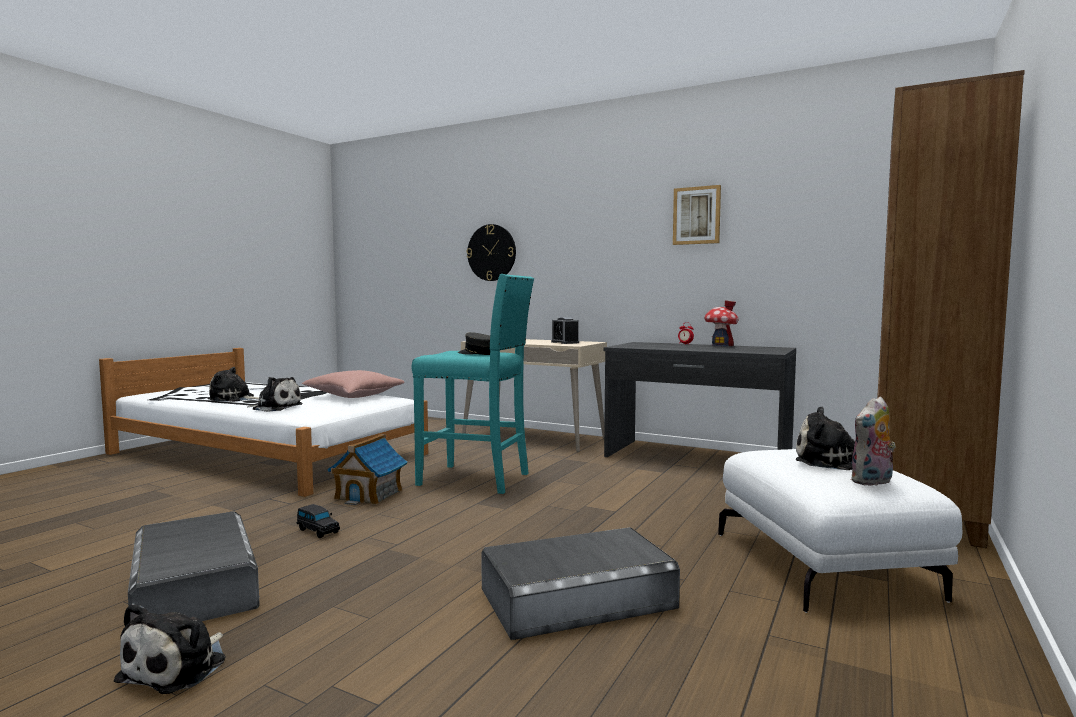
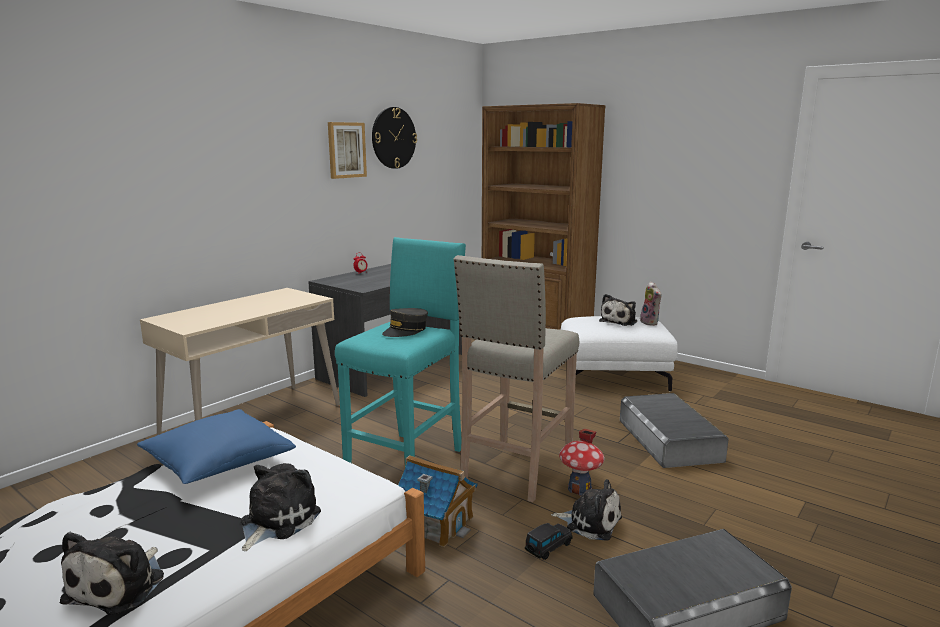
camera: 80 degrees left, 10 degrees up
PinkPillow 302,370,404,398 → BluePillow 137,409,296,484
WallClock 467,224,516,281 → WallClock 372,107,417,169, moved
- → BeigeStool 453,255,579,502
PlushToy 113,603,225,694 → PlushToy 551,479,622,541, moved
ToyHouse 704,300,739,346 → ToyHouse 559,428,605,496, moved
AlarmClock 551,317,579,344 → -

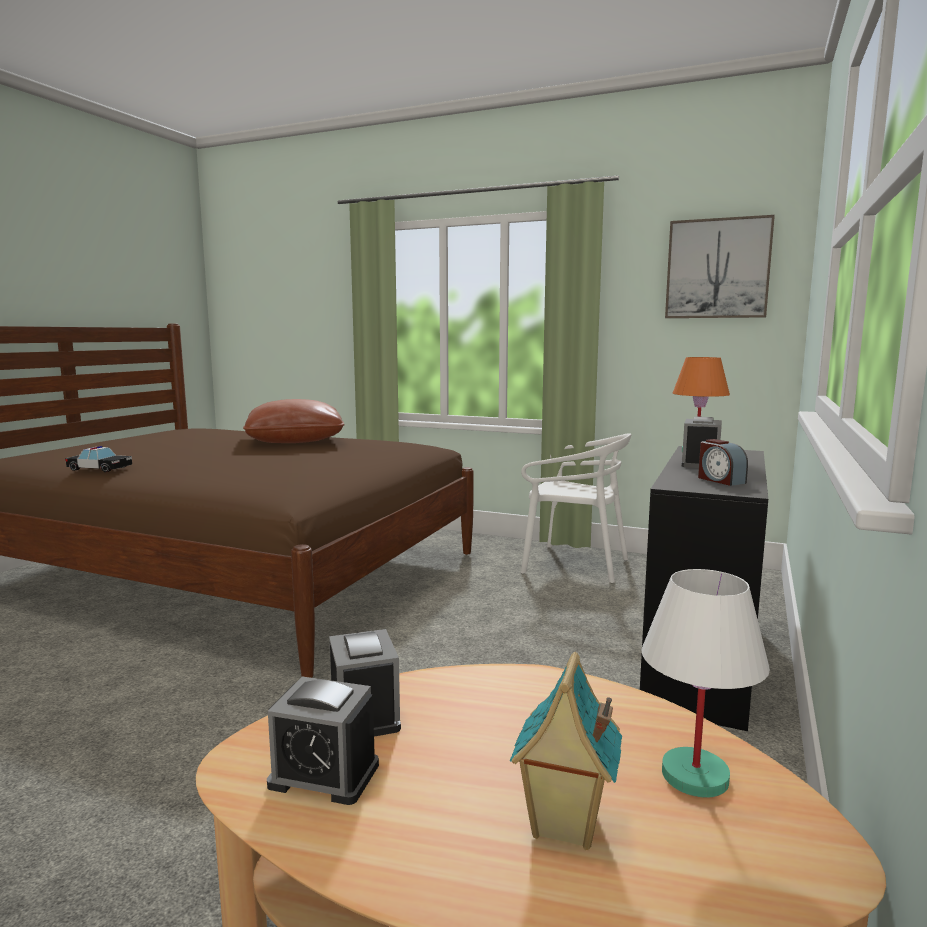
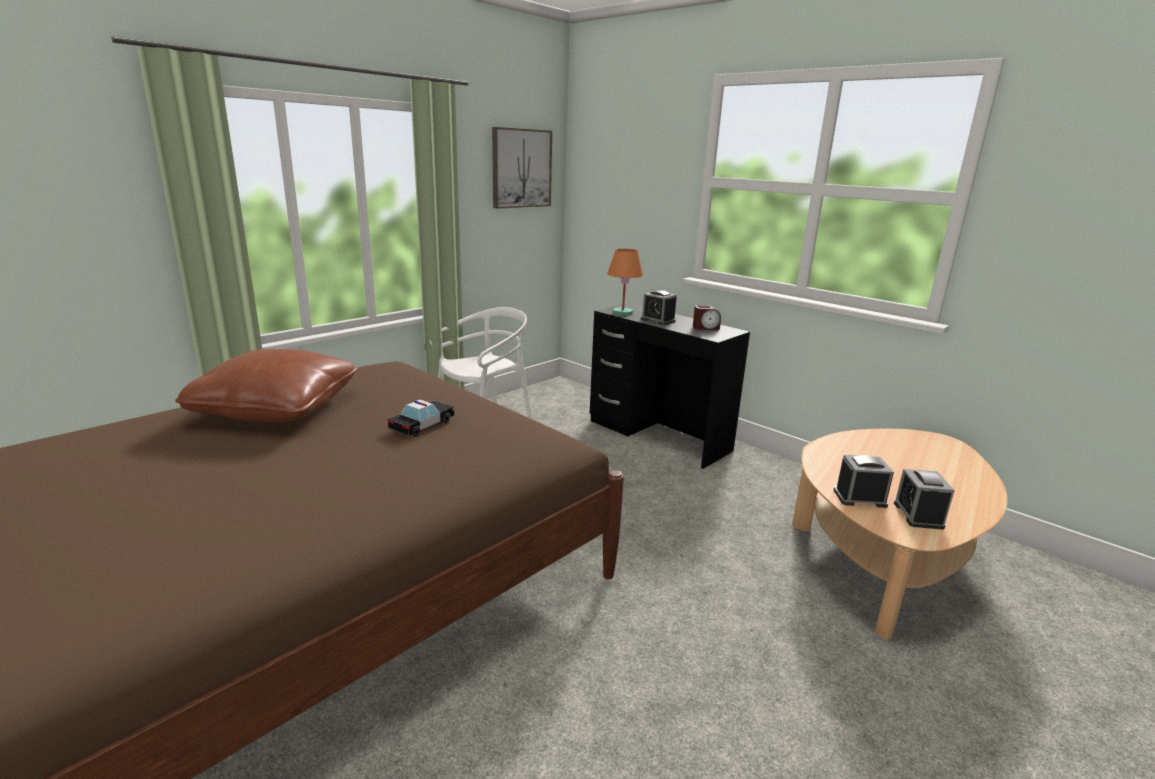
camera: 70 degrees left, 10 degrees up
ToyCar 65,446,132,472 → ToyCar 388,400,454,436, moved
AlarmClock 267,676,379,805 → AlarmClock 894,469,955,529, 150 degrees clockwise
ToyHouse 510,652,622,850 → -
WhiteTableLamp 641,569,770,798 → -

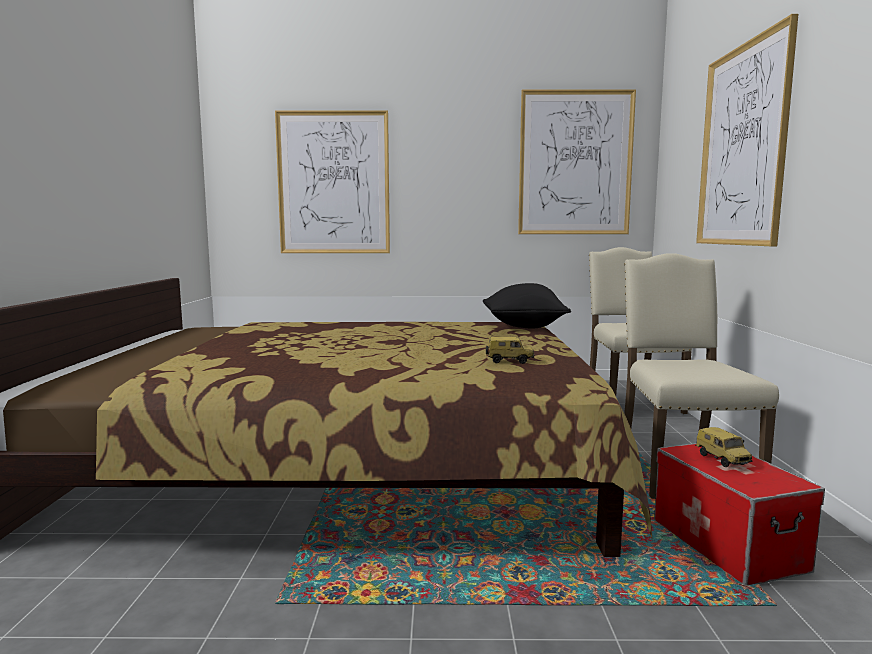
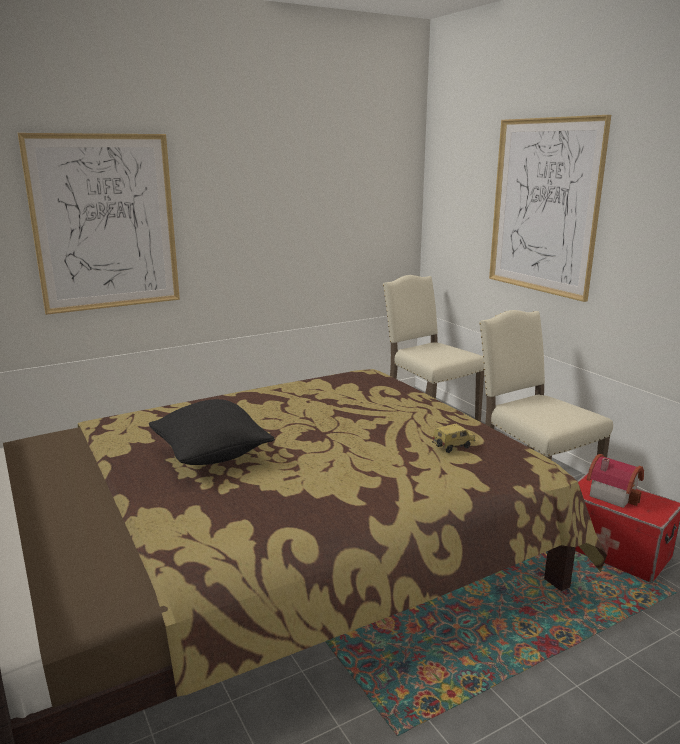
camera: 30 degrees left, 10 degrees up
BlackPillow 483,283,571,328 → BlackPillow 149,399,275,465, moved
ToyCar 695,427,753,467 → ToyHouse 587,454,644,508
Picture 518,89,636,234 → -

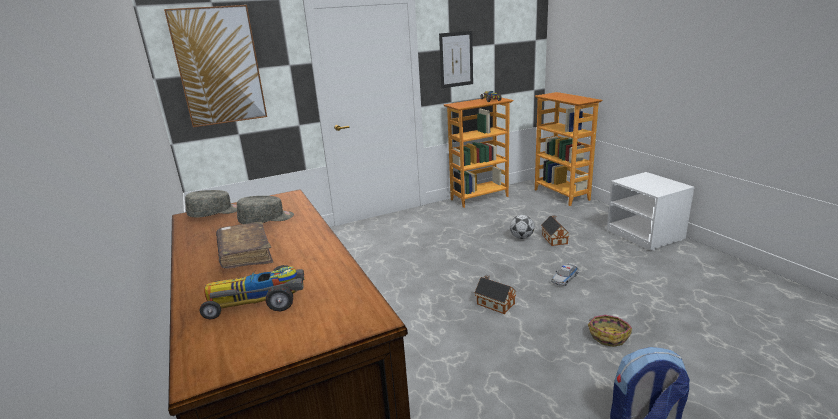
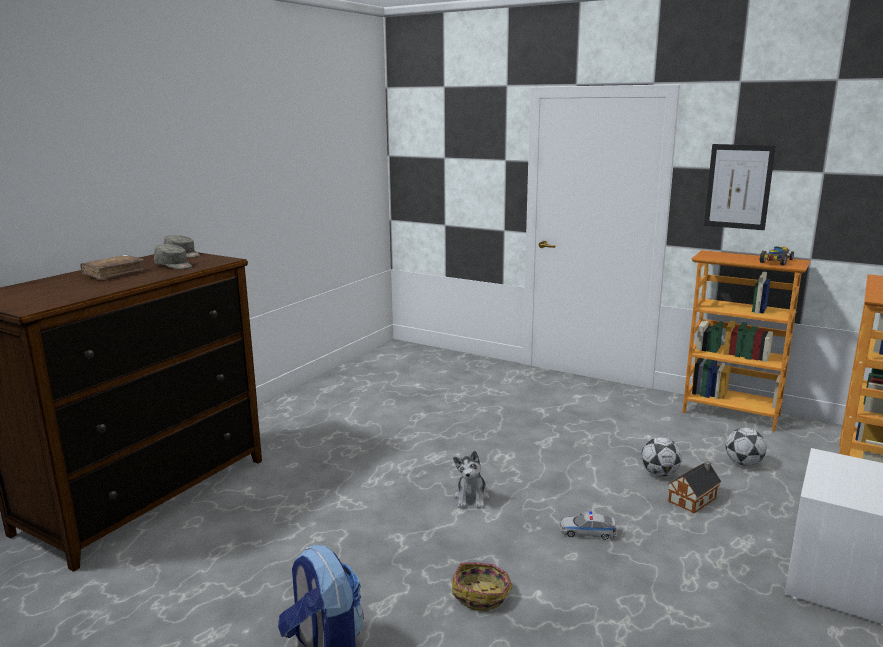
camera: 55 degrees right, 5 degrees down
ToyHouse 475,274,517,314 → PlushToy 453,451,489,509
- → Football 726,428,767,466
Picture 164,5,267,127 → -
ToyCar 199,265,304,319 → -

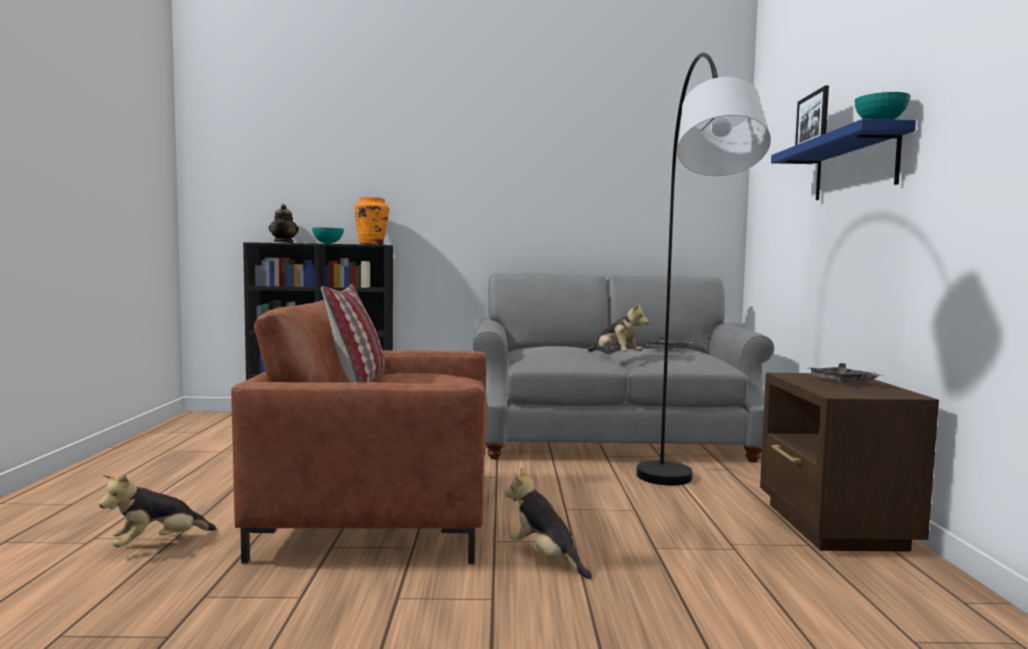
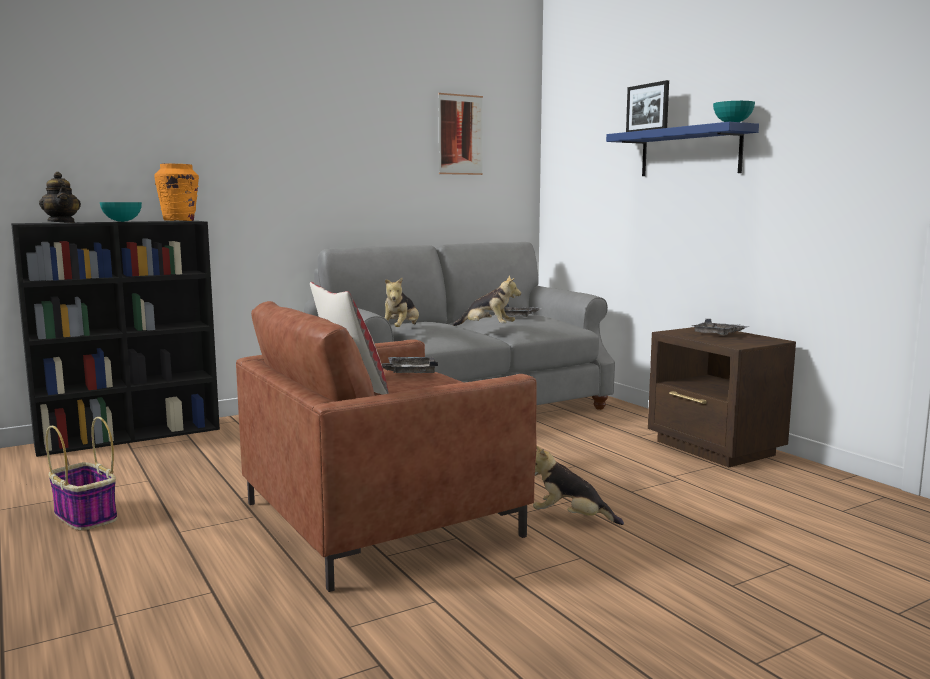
camera: 30 degrees left, 5 degrees up
- → Basket 45,417,117,531
- → GreyTray 381,357,438,373
PlushToy 99,474,217,547 → PlushToy 385,277,419,327, moved
- → Picture 438,93,483,175
GreyFloorLamp 636,53,771,486 → -

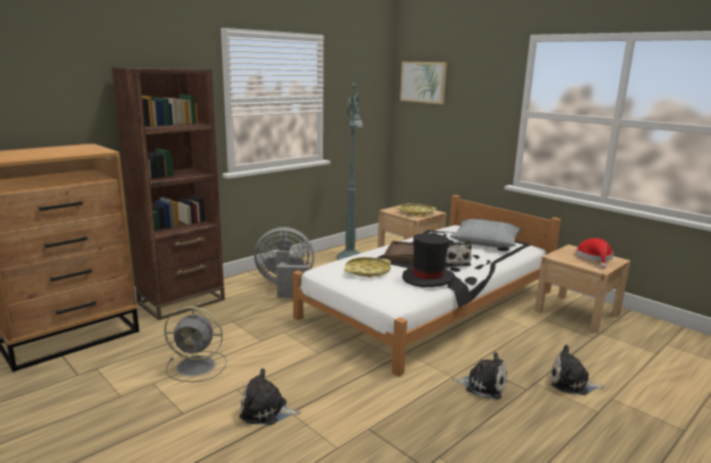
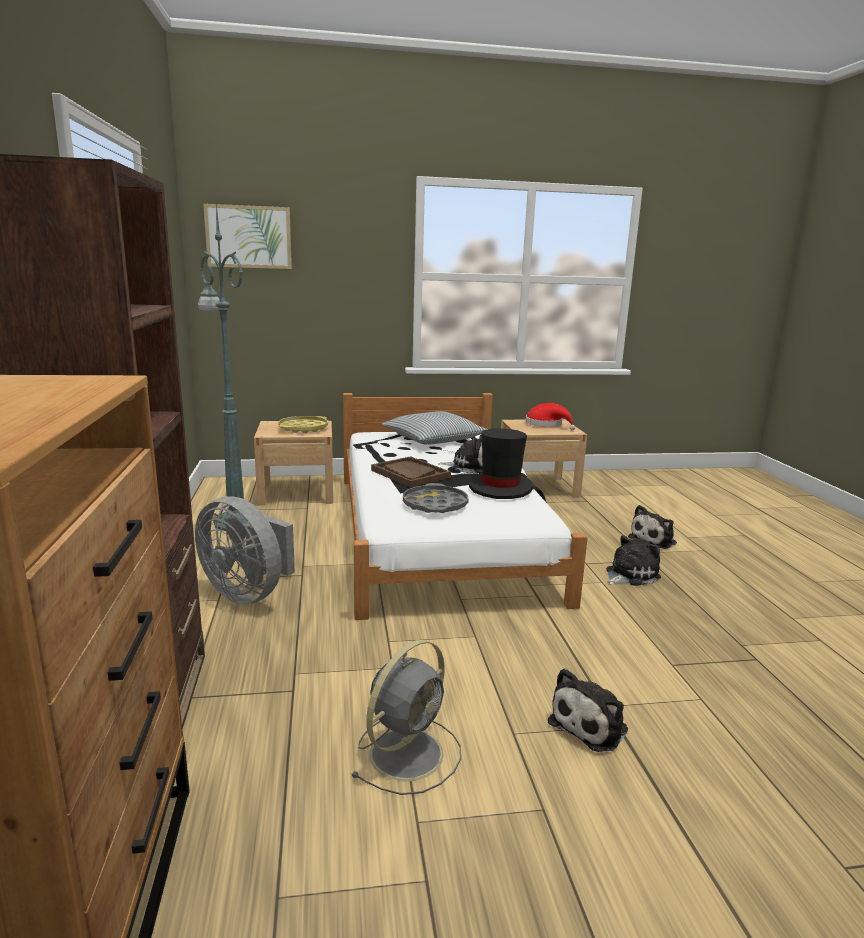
camera: 55 degrees left, 0 degrees up
GreyFan 254,227,314,298 → GreyFan 195,496,295,604, 90 degrees counterclockwise
YellowTray 344,257,391,278 → GreyTray 403,483,469,513

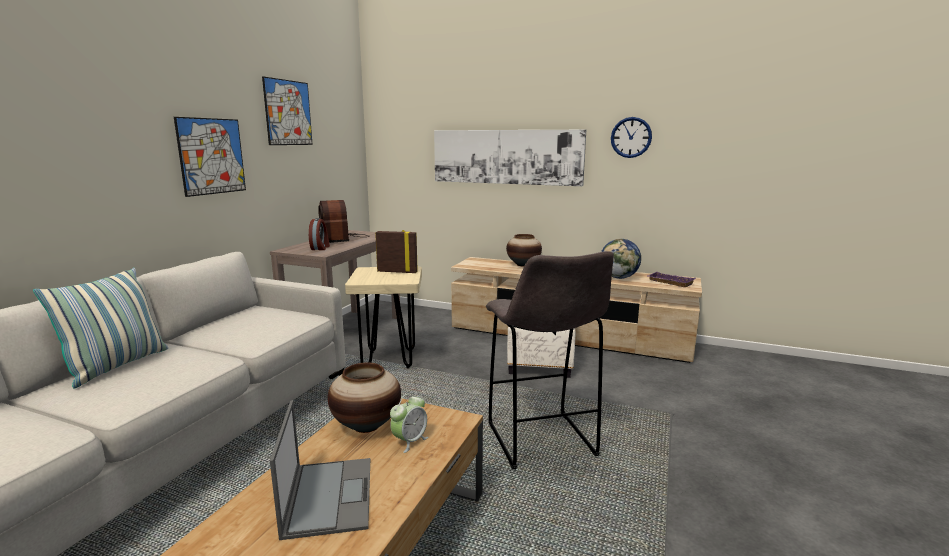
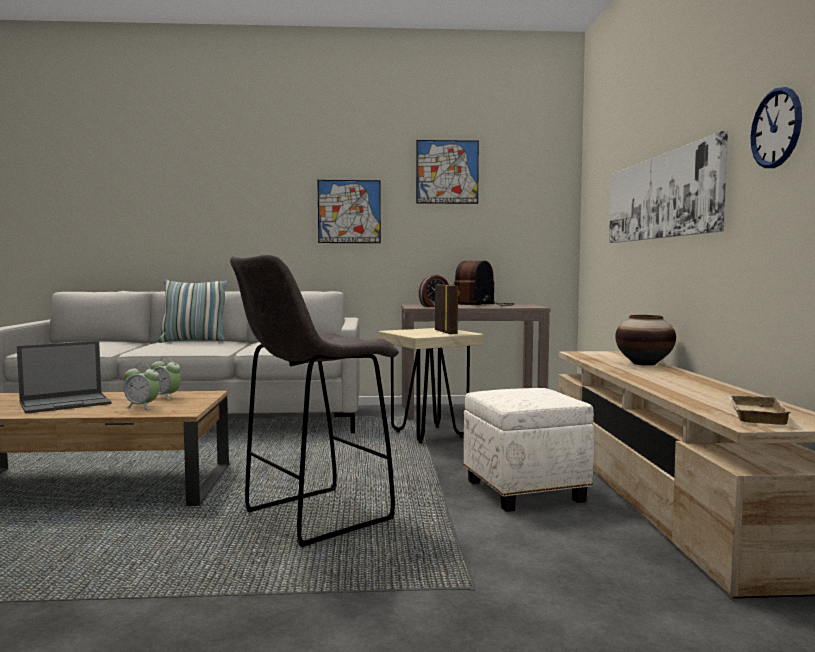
camera: 65 degrees right, 10 degrees down
Vase 328,362,401,433 → AlarmClock 151,356,181,400
PurpleTray 648,272,696,287 → BeigeTray 727,395,793,425
Globe 601,239,641,279 → -

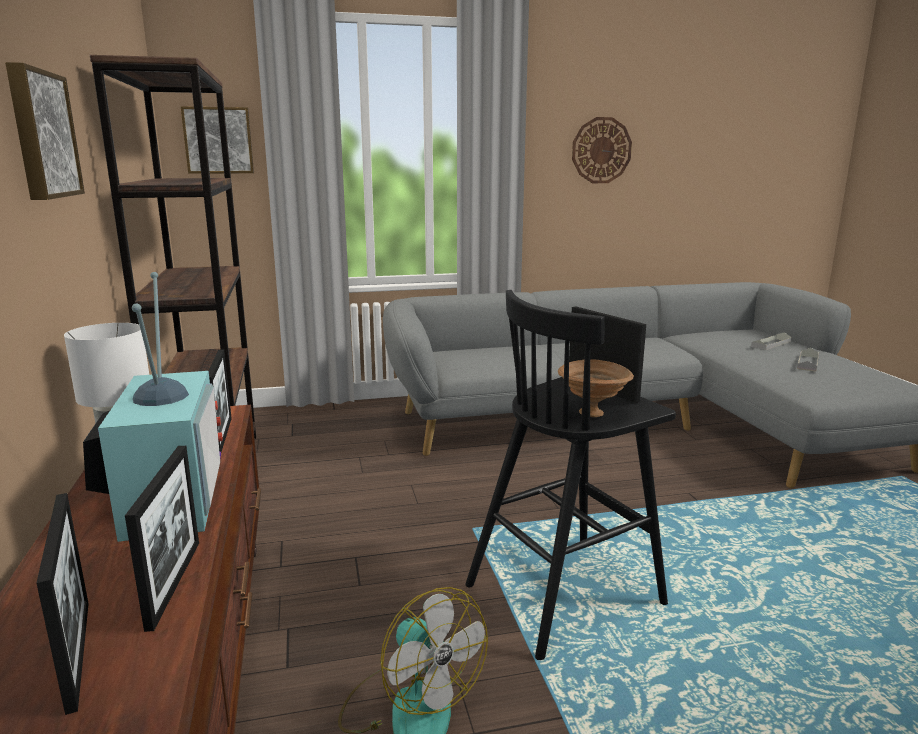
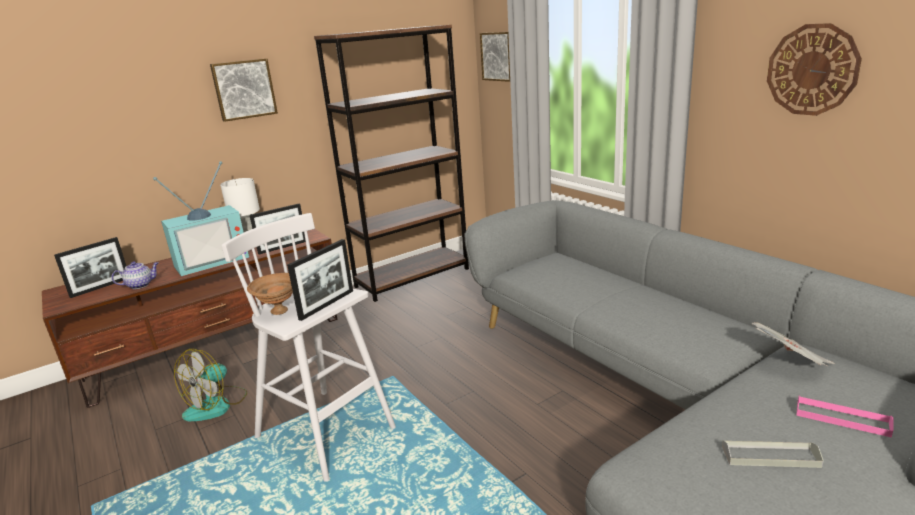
camera: 70 degrees right, 5 degrees up
PictureFrame 125,446,199,632 → Teapot 111,261,158,289
BlackStool 465,290,676,660 → WhiteStool 222,213,396,482
- → Newspaper 752,322,835,366
GreyTray 751,332,791,350 → PinkTray 796,396,894,438

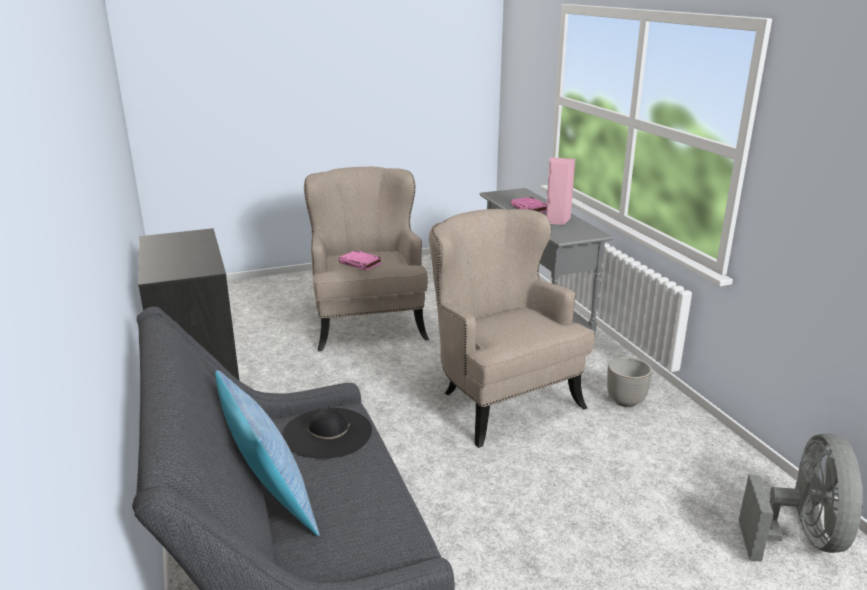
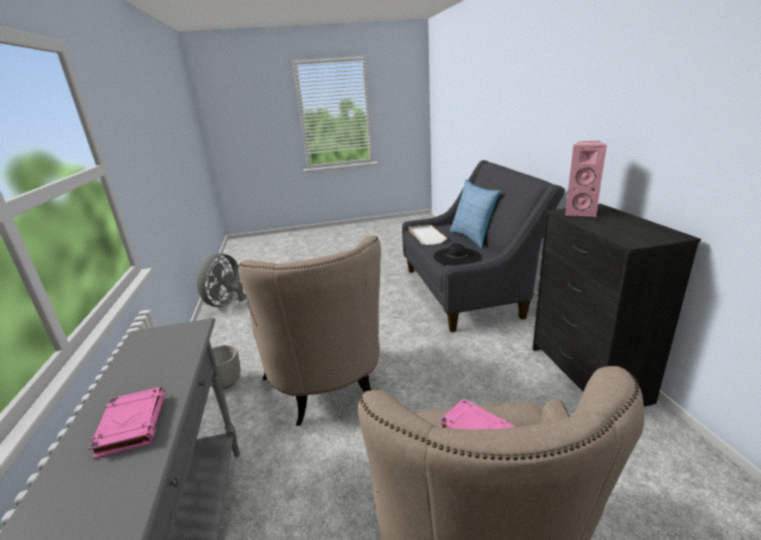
camera: 170 degrees left, 0 degrees up
- → WhiteTray 409,224,447,245
PinkSpeaker 546,157,575,225 → PinkSpeaker 565,141,607,217, moved

